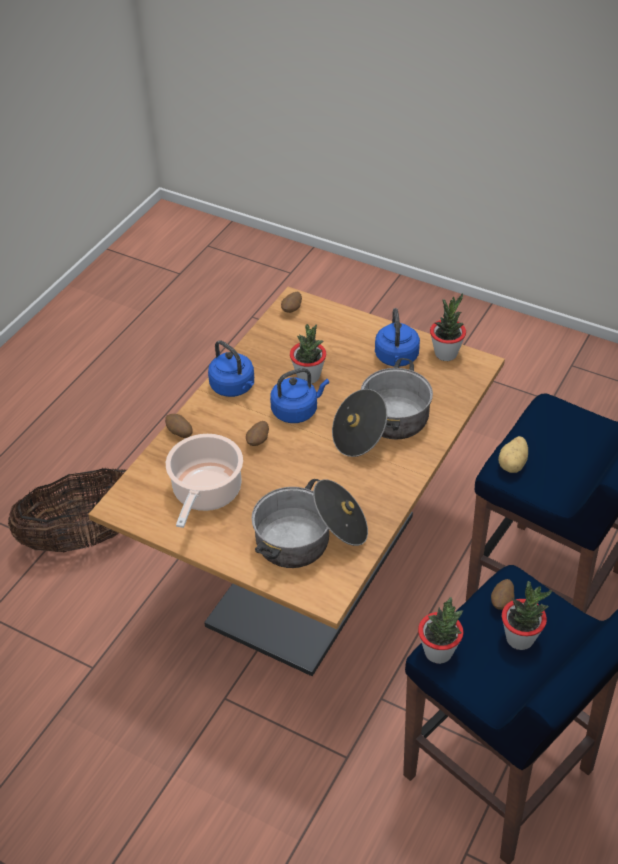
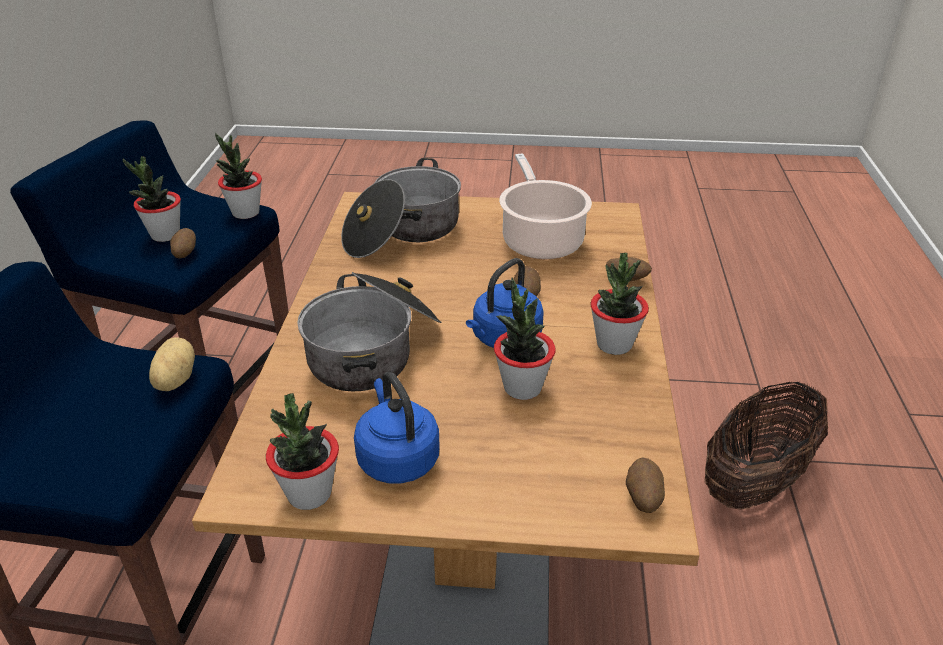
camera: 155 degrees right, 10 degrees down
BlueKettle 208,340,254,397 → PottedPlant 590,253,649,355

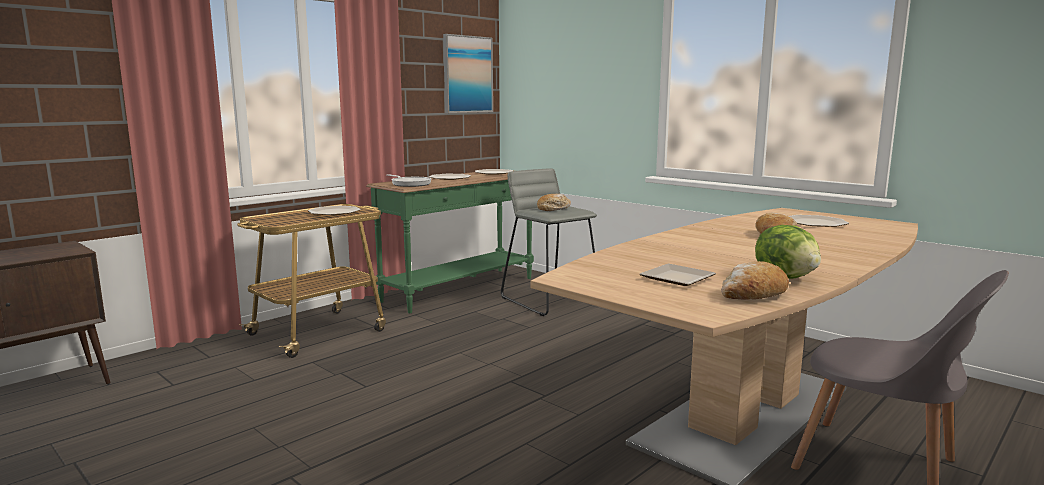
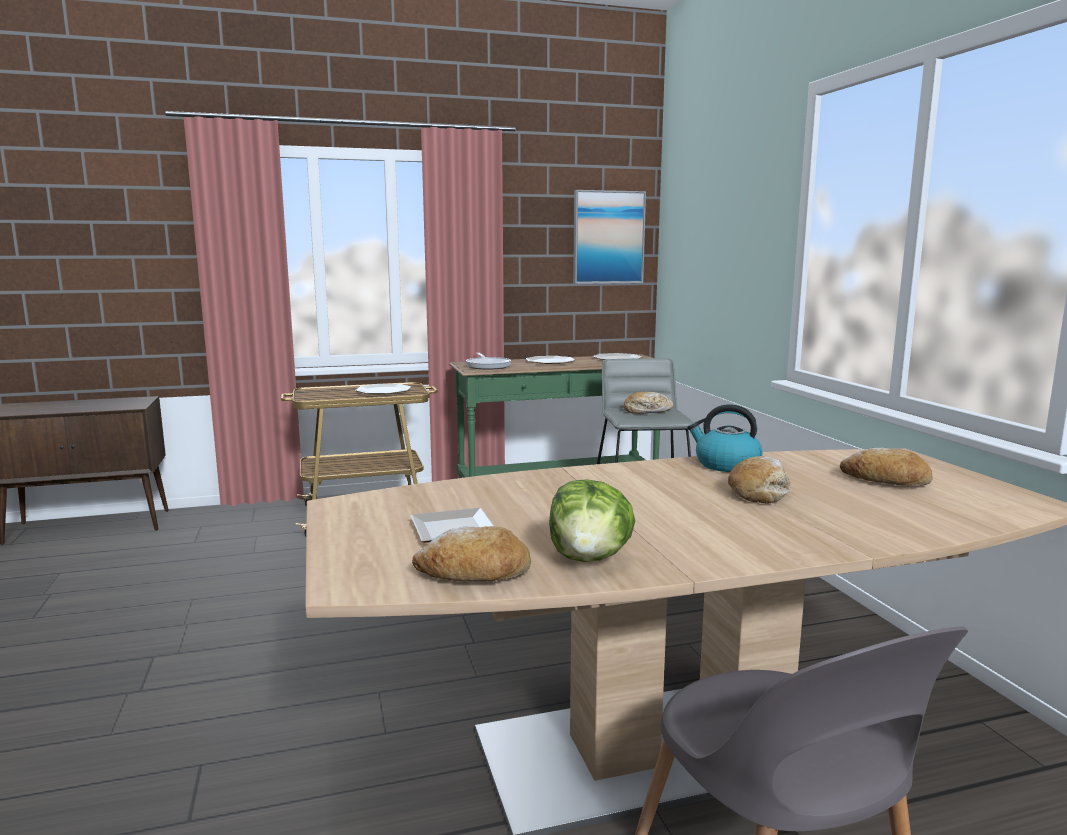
camera: 30 degrees right, 0 degrees up
- → Kettle 687,404,763,472
Plate 789,215,849,227 → Bread 840,448,932,486

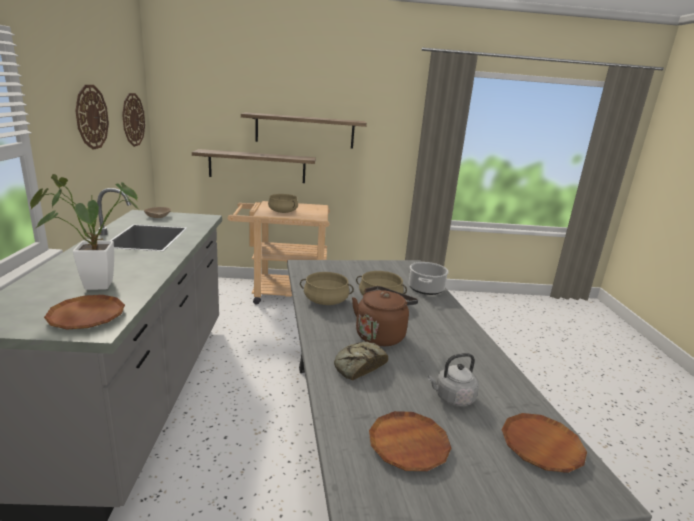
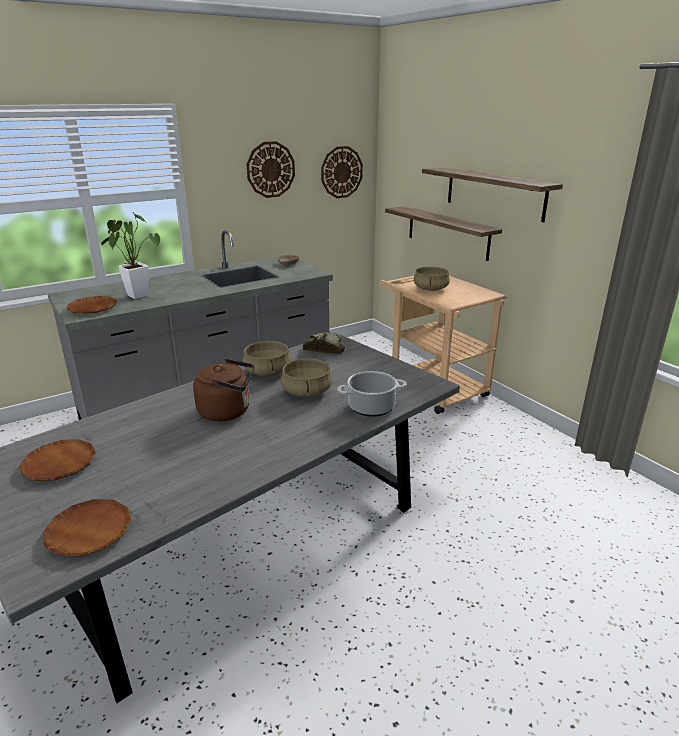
camera: 60 degrees right, 5 degrees up
Bread 334,341,388,380 → Bread 303,332,345,354, moved
GreyKettle 427,353,479,406 → -

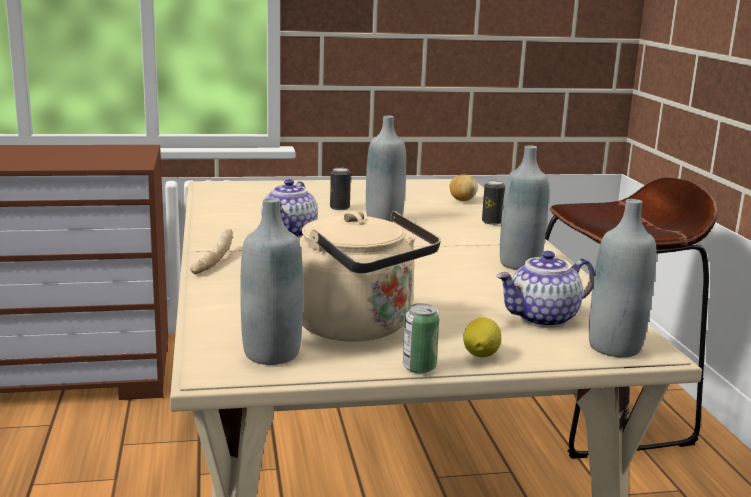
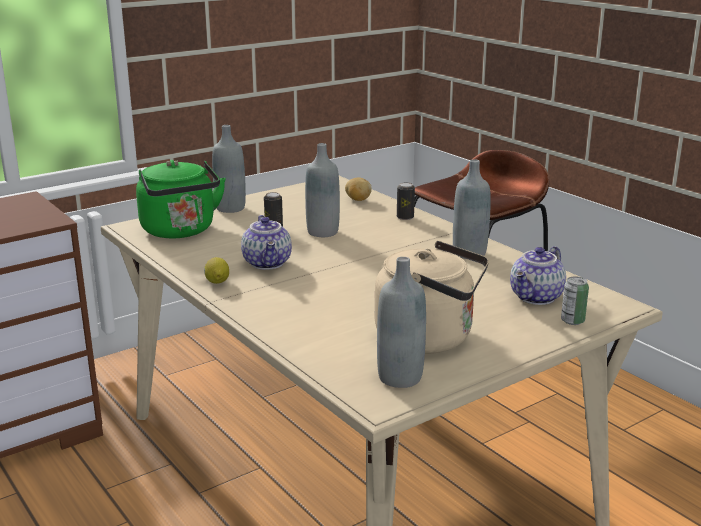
camera: 25 degrees left, 5 degrees up
- → GreenKettle 136,160,226,238
Lemon 463,317,501,357 → Lemon 204,257,229,284, moved
GreyBottle 589,199,656,358 → GreyBottle 212,125,246,213, moved
Can 403,303,439,374 → Can 561,276,589,325, moved
Bread 190,229,233,274 → -

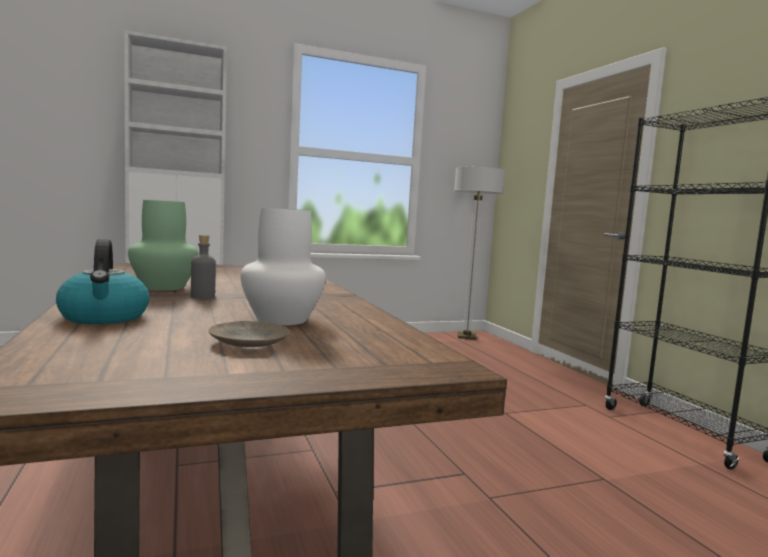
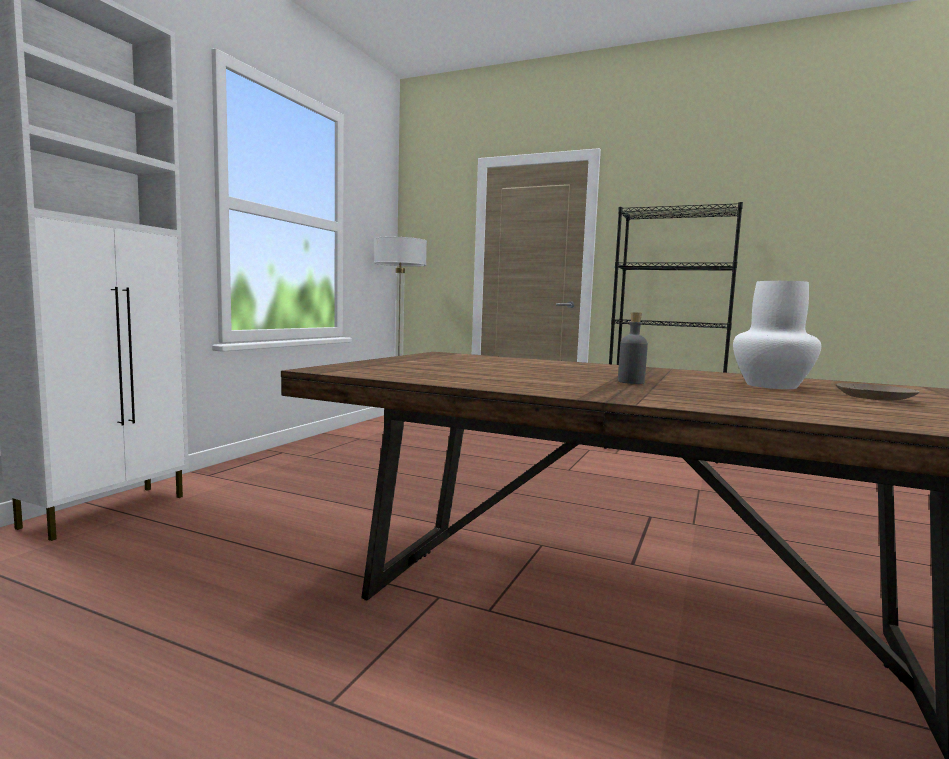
camera: 45 degrees left, 0 degrees up
Kettle 56,239,150,324 → -
GreenVase 128,200,199,291 → -

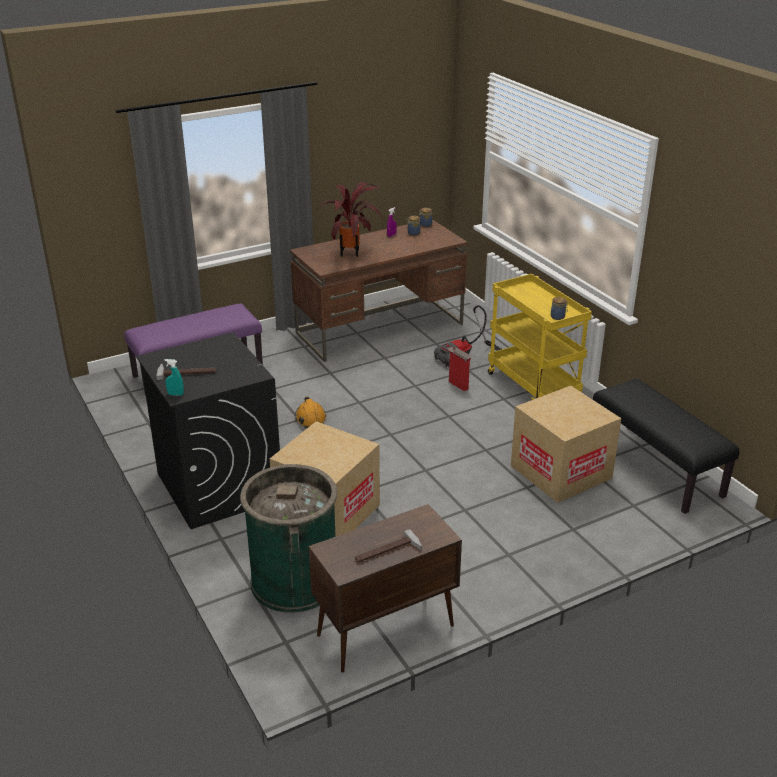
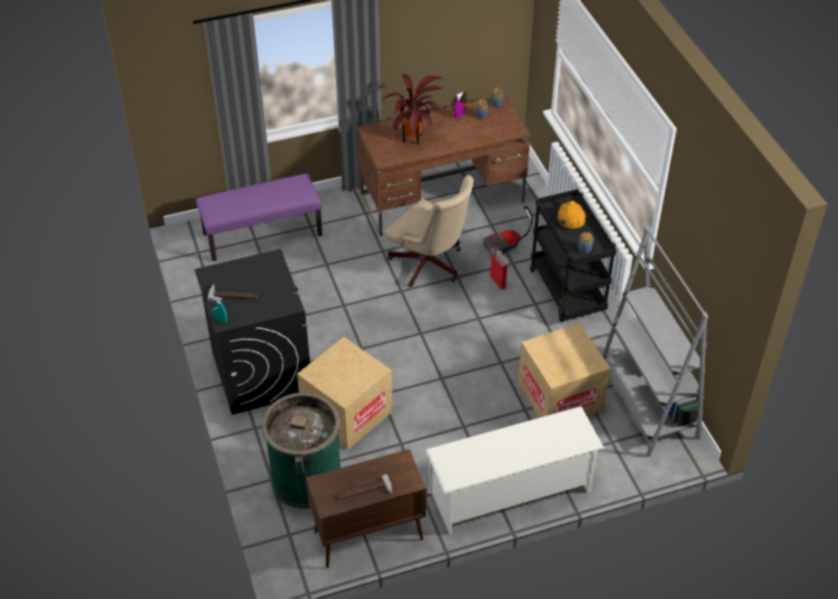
camera: 10 degrees right, 15 degrees up
- → BeigeOfficeChair 385,175,474,287
- → WhiteShoeRack 426,406,604,534
YellowCart 488,274,592,400 → BlackCart 530,189,617,322
OrangeHardHat 295,397,327,428 → OrangeHardHat 557,196,587,230, moved
BlackBench 593,379,740,514 → GreyBookcase 602,226,709,457

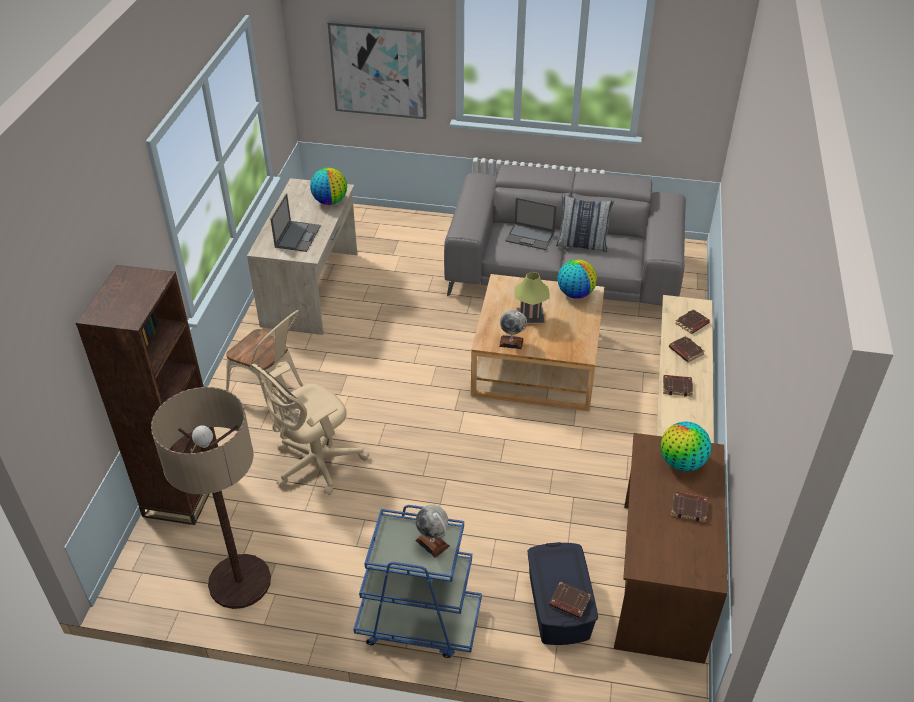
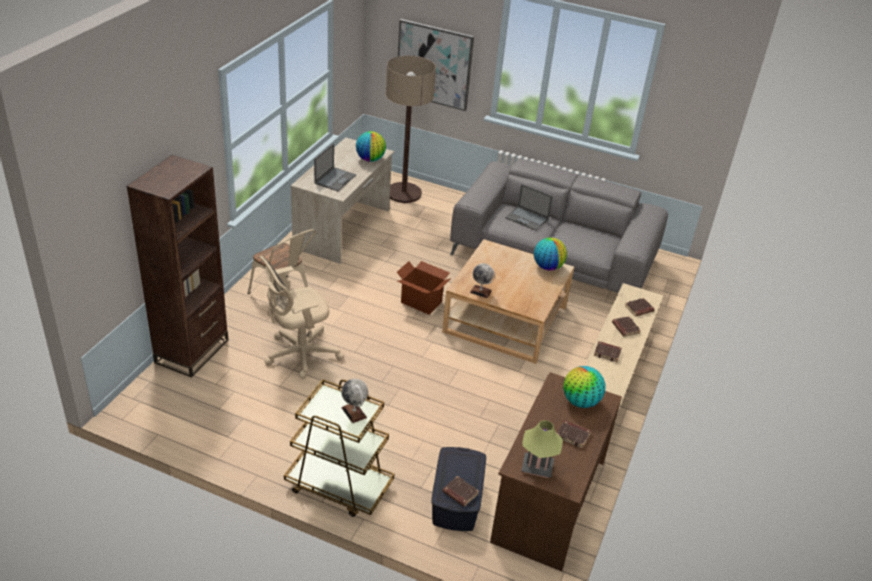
camera: 10 degrees right, 5 degrees down
BlueCart 354,505,482,658 → BrownCart 284,379,394,517
FloorLamp 151,387,271,609 → FloorLamp 386,56,436,203, moved
- → CardboardBox 397,261,451,315
TableLamp 514,272,550,324 → TableLamp 521,420,563,478, moved
Pillow 556,194,614,252 → -

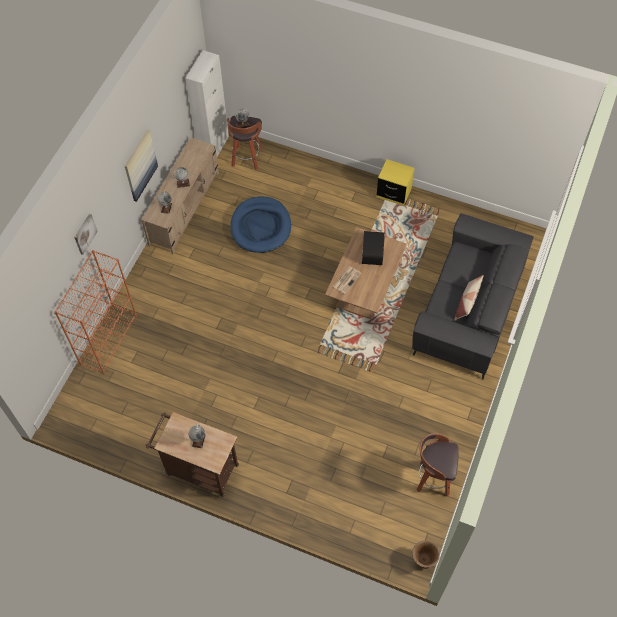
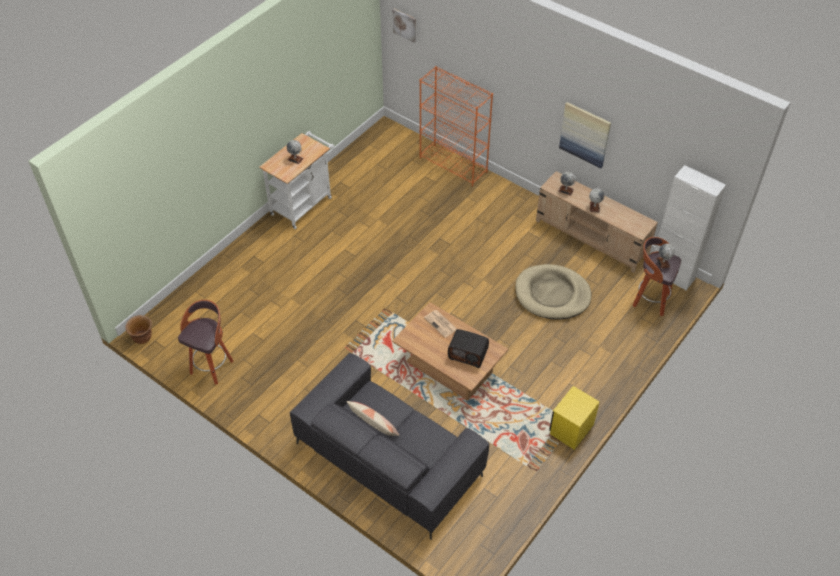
camera: 105 degrees right, 10 degrees down
BrownCart 146,412,239,497 → WhiteCart 259,131,334,229
Picture 74,214,98,255 → Picture 393,9,416,43, moved
BlueDogBed 230,197,291,253 → BeigeDogBed 515,264,591,320

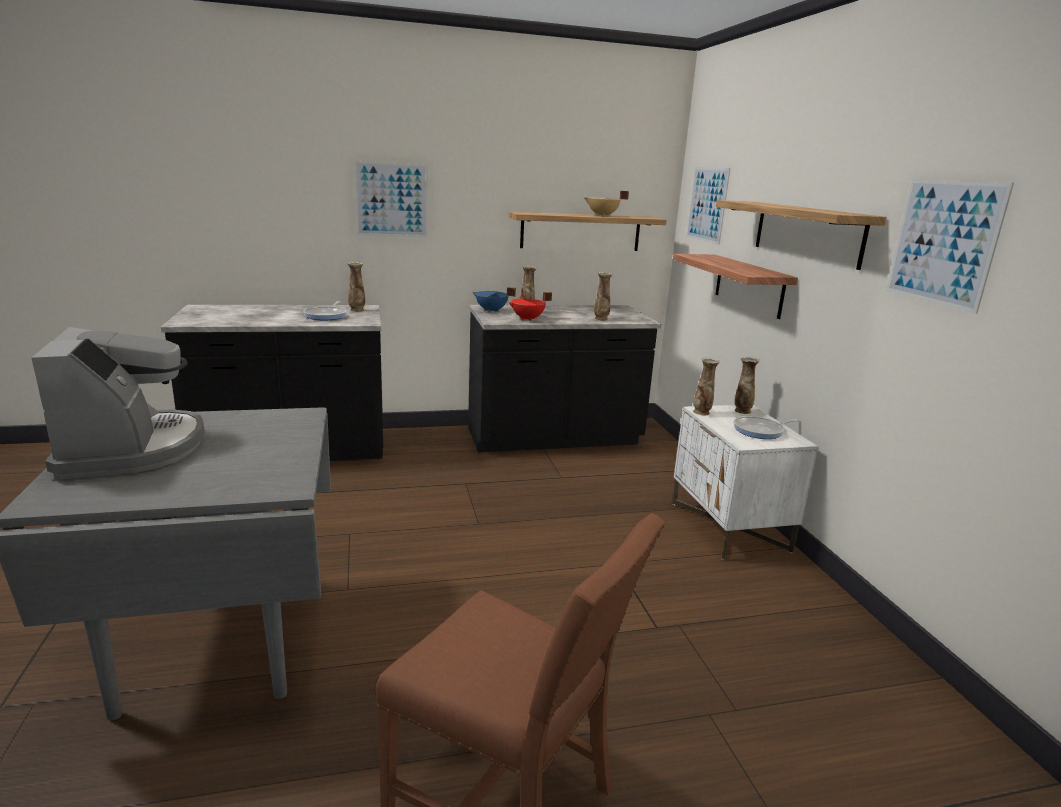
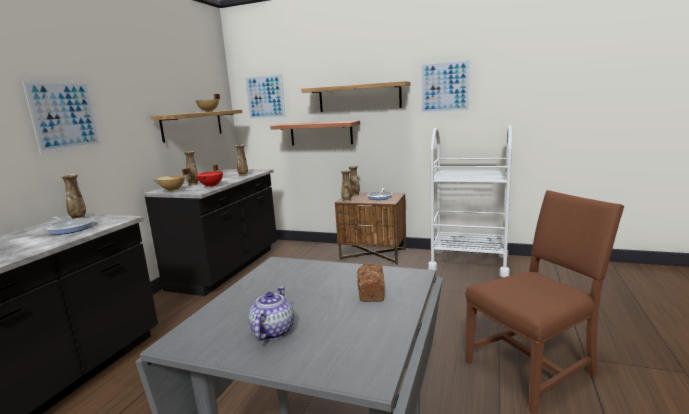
camera: 55 degrees left, 5 degrees down
BlueCookingPot 472,287,516,312 → BeigeCookingPot 154,168,190,191
CoffeeMachine 31,327,205,479 → Teapot 249,287,294,341
WhiteNightstand 672,405,819,560 → BrownNightstand 335,193,406,265
- → Bread 357,264,385,302
- → WhiteCart 428,125,512,277

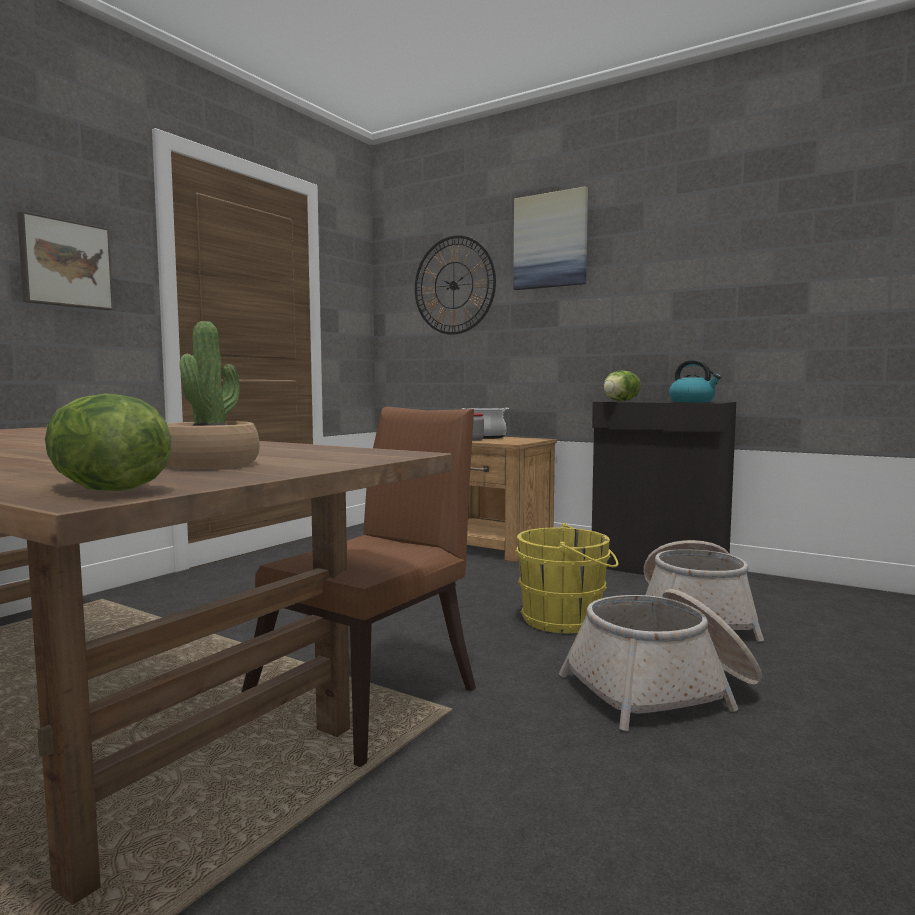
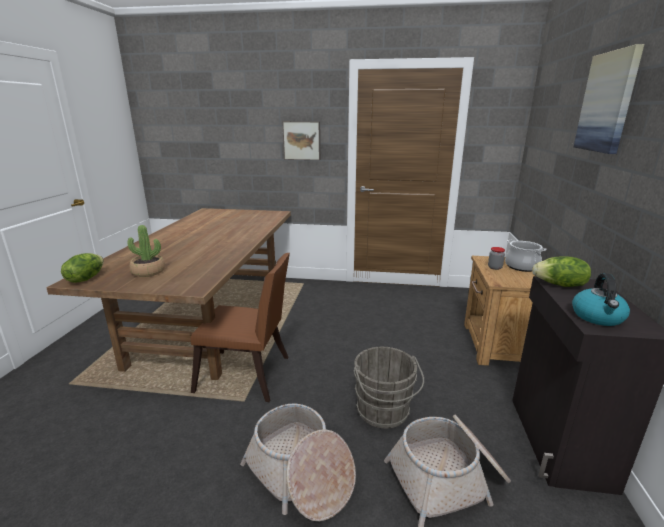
camera: 65 degrees right, 15 degrees up
YellowBucket 515,523,618,633 → GreyBucket 353,347,424,428
WallClock 415,235,496,335 → -

